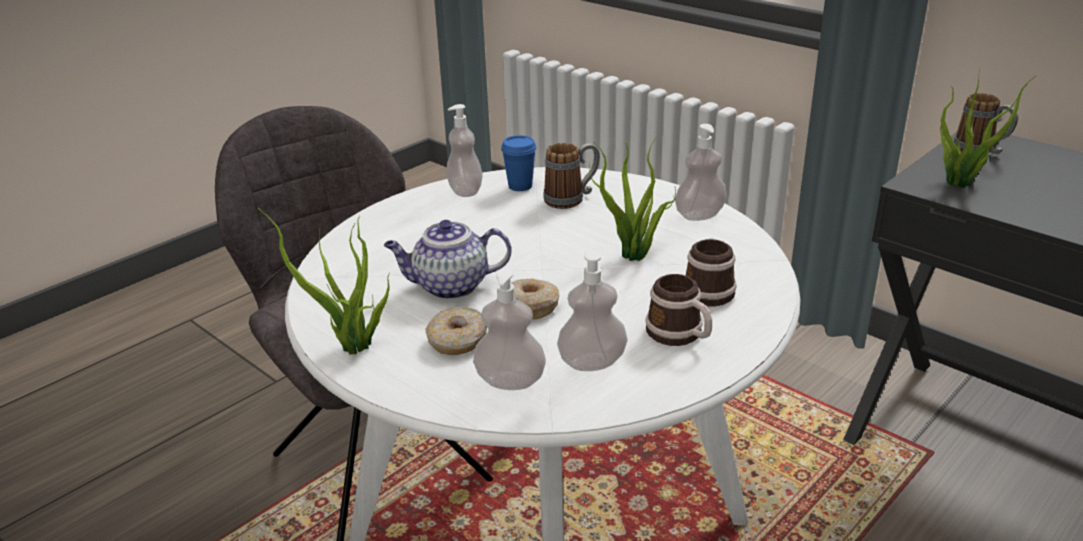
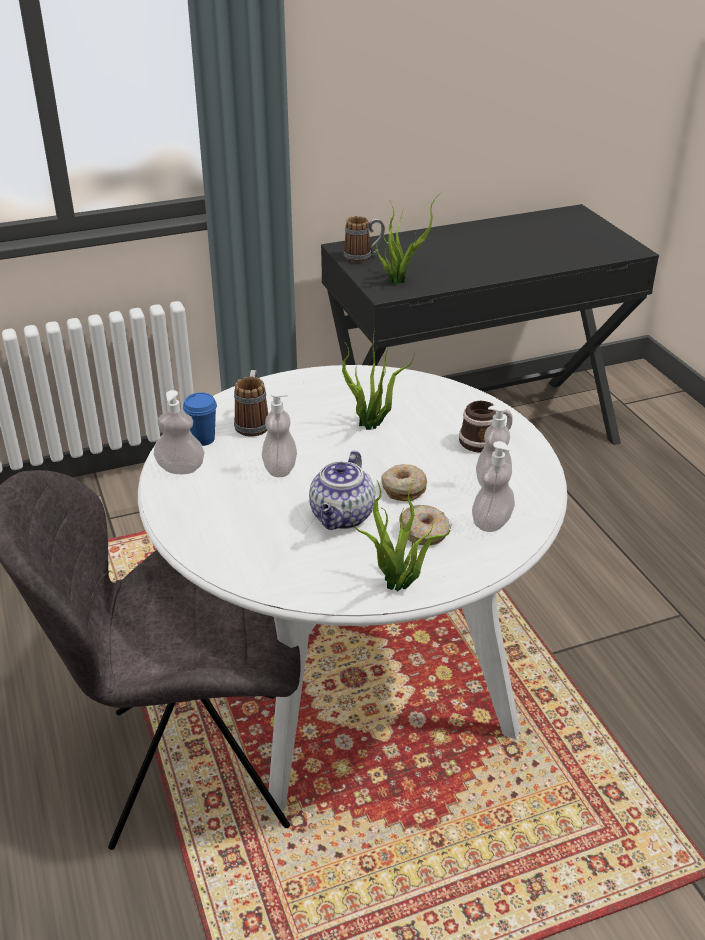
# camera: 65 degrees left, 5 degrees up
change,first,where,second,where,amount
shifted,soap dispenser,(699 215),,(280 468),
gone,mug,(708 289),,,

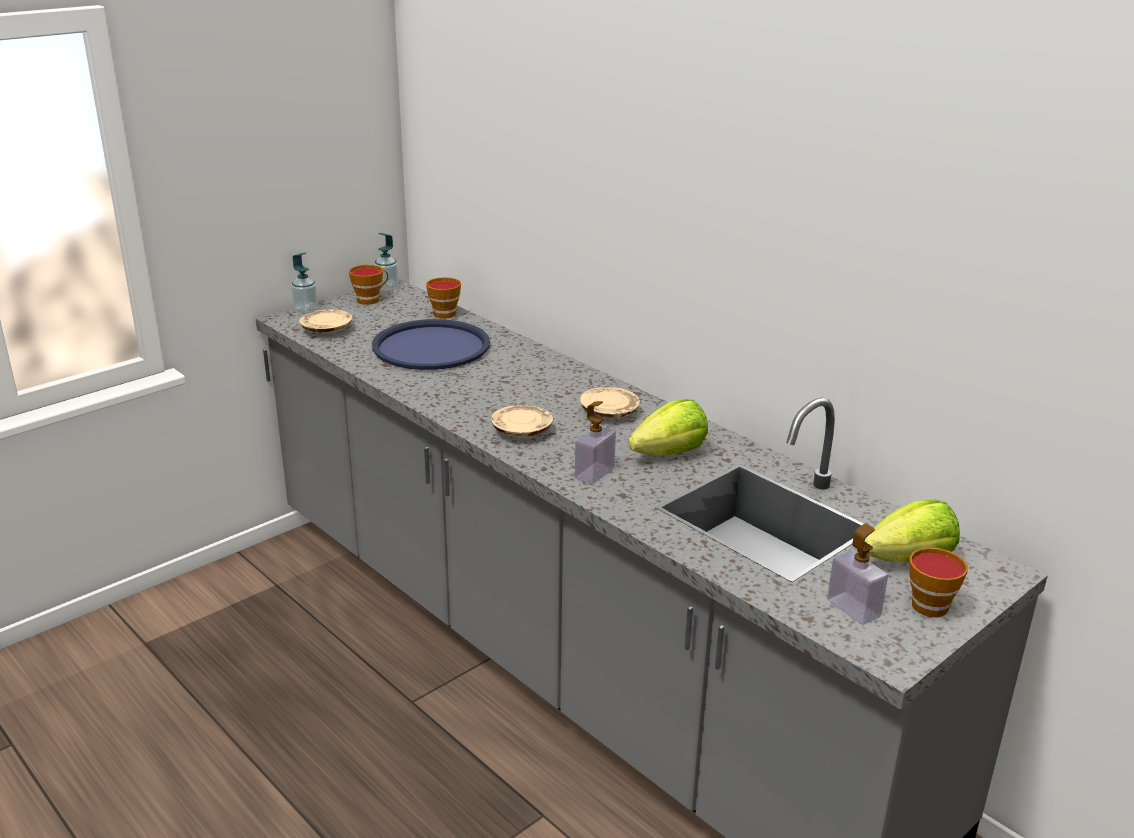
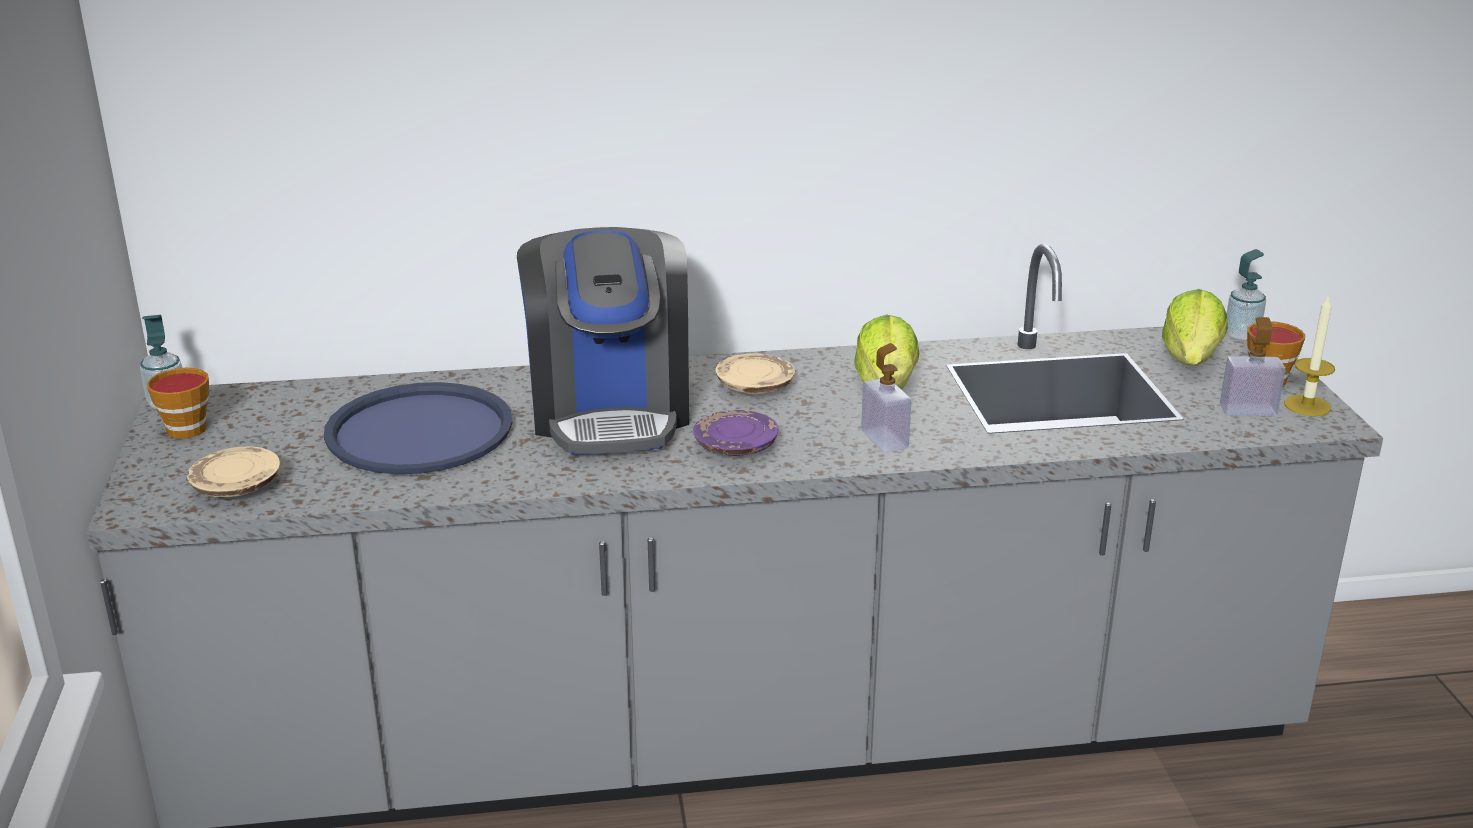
# camera: 55 degrees left, 0 degrees up
change,first,where,second,where,amount
new,,,coffee machine,(610 411),
repainted,plate in beige,(521 431),plate in purple,(735 447),
shifted,soap dispenser,(306 310),,(1241 336),
new,,,candle,(1307 405),
gone,cup,(445 313),,,

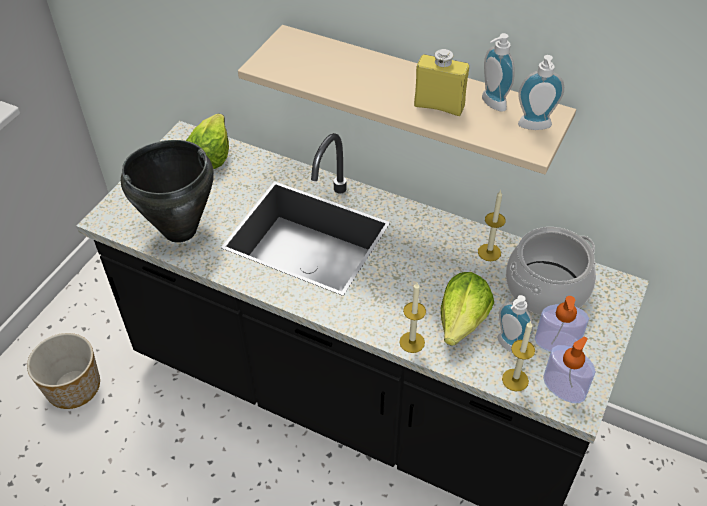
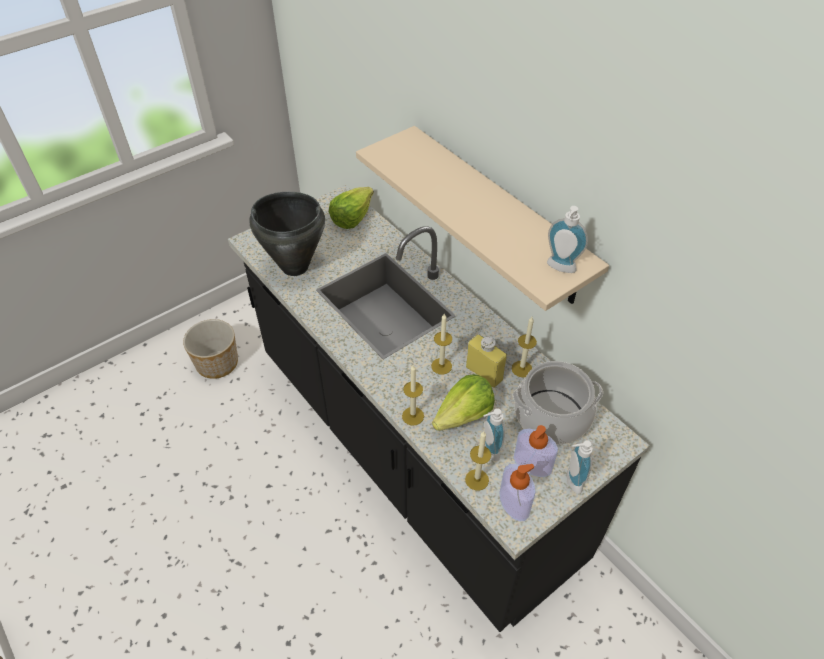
# camera: 25 degrees right, 0 degrees up
change,first,where,second,where,amount
new,,,candle,(441 366),
shifted,bottle in yellow,(439 106),,(484 373),
shifted,soap dispenser,(490 104),,(571 481),

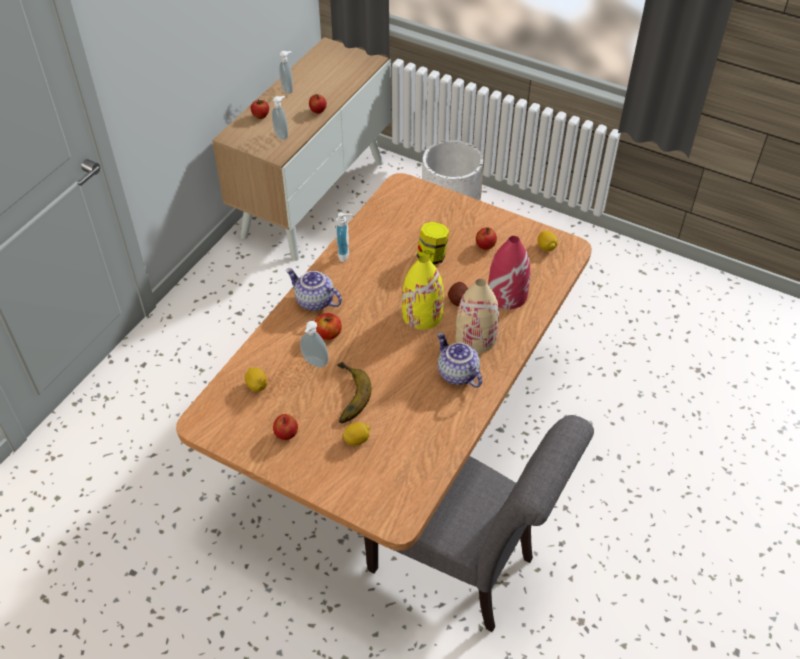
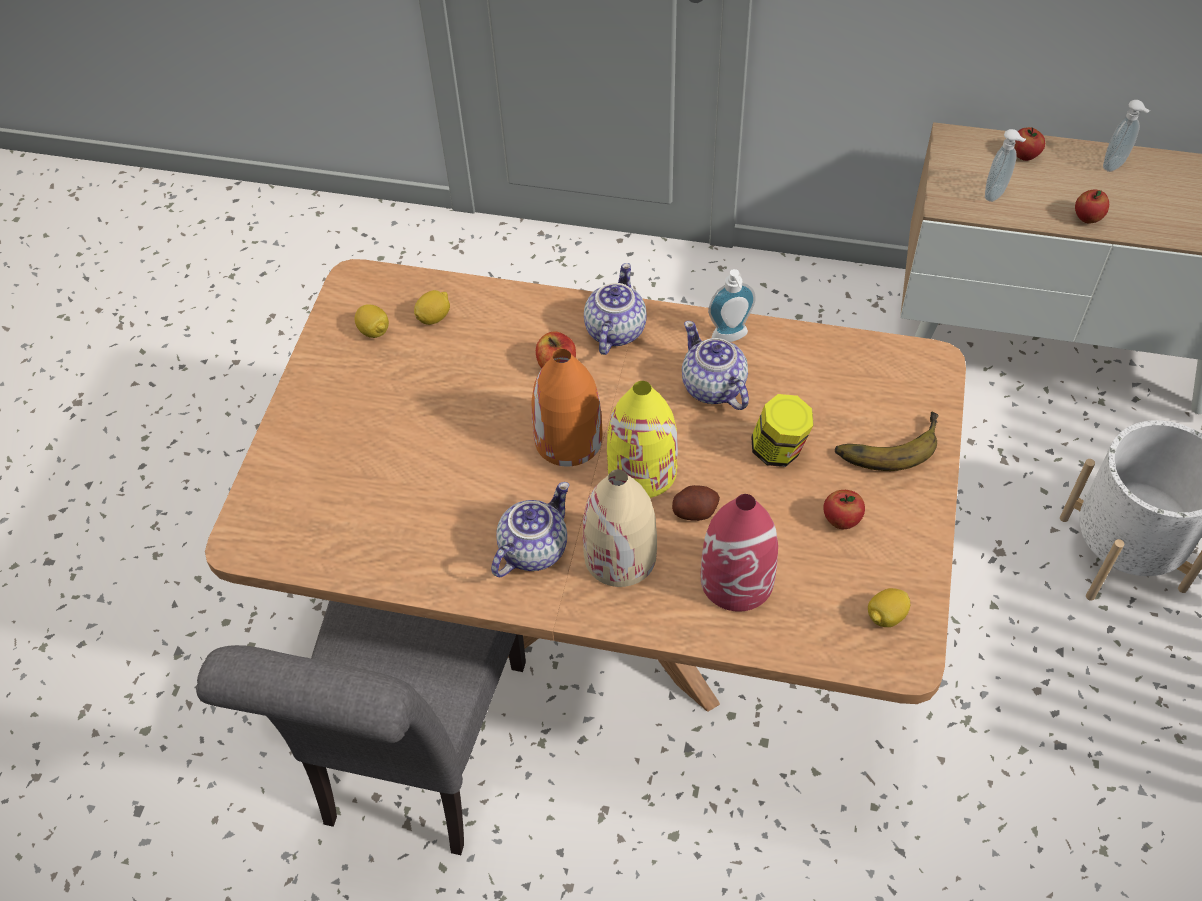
# camera: 75 degrees right, 5 degrees up
change,first,where,second,where,amount
shifted,lemon,(357 440),,(374 331),
new,,,vase in orange,(568 440),
new,,,teapot,(713 387),
shifted,banana,(345 396),,(886 442),
gone,apple,(286 434),,,
gone,soap dispenser,(314 363),,,

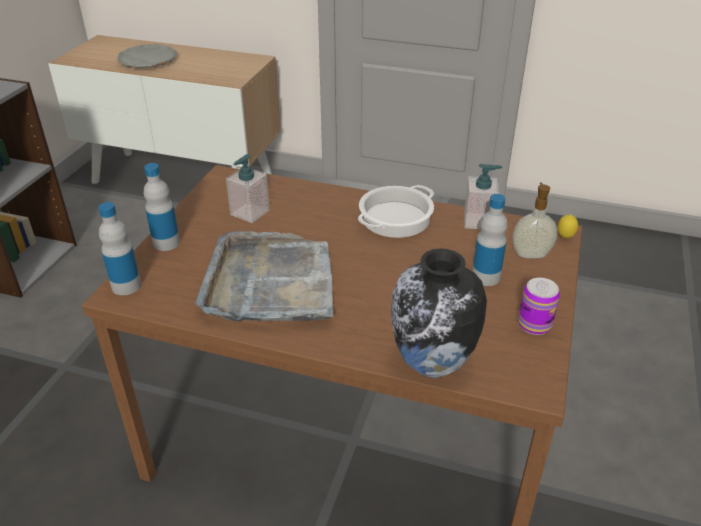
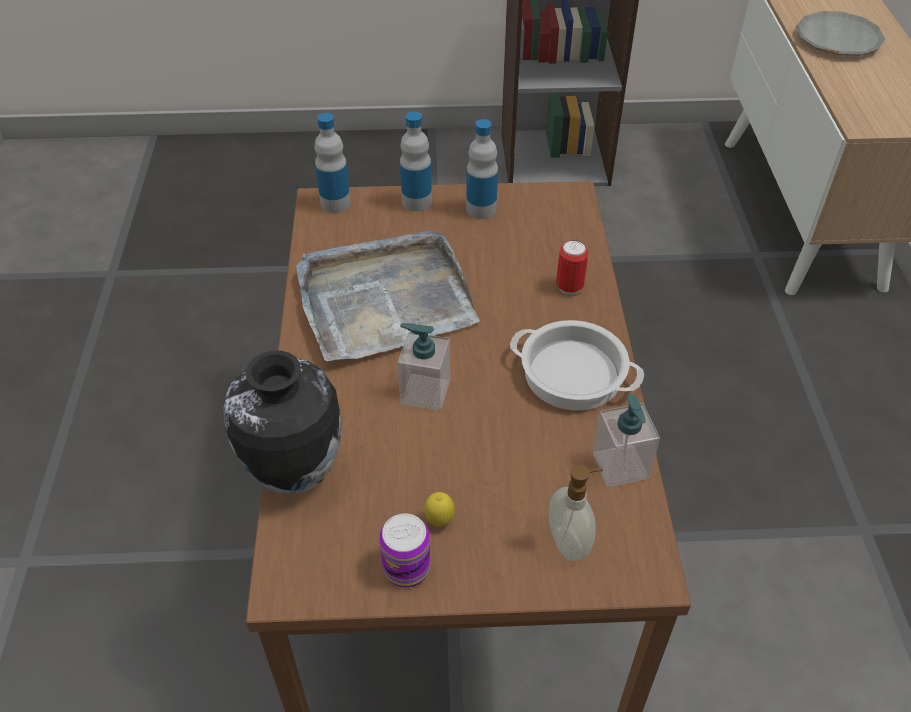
# camera: 70 degrees right, 10 degrees up
change,first,where,second,where,amount
shifted,soap dispenser,(249 212),,(425 392),
shifted,lemon,(565 238),,(439 521),
shifted,bottle,(486 277),,(481 209),
new,,,can,(569 287),

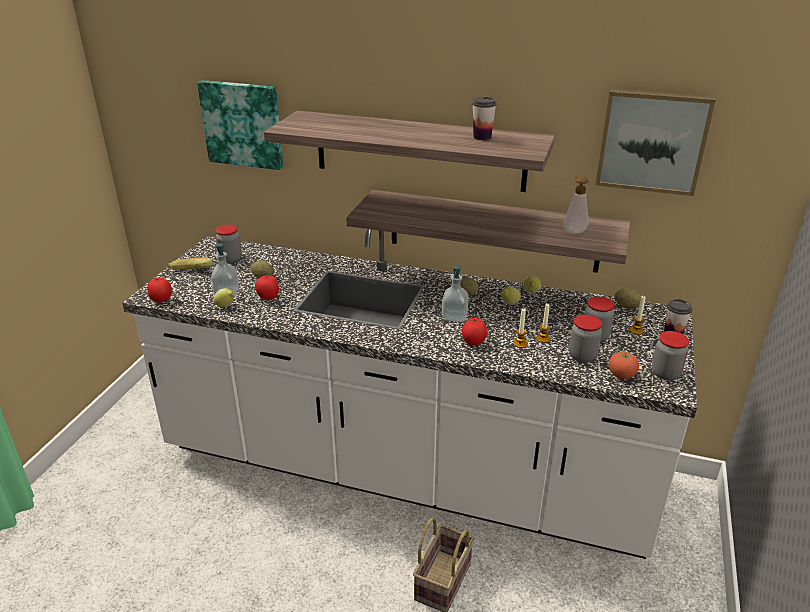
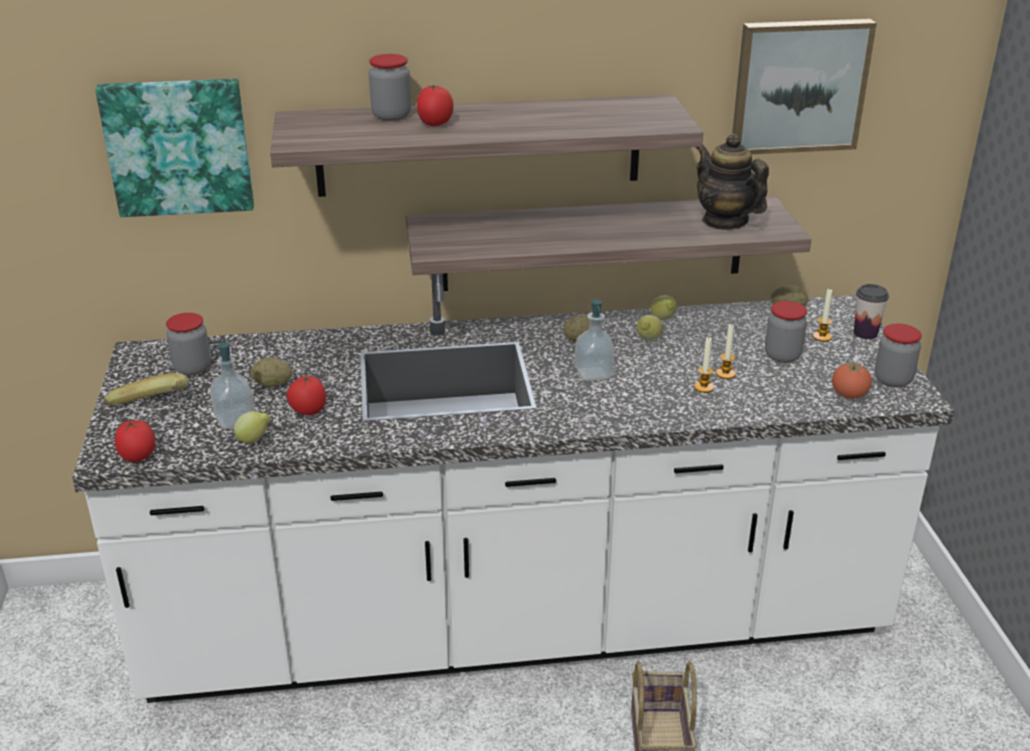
# camera: 25 degrees left, 0 degrees up
change,first,where,second,where,amount
shifted,jar,(582 356),,(391 116),
shifted,tomato,(473 342),,(435 124),
swapped,soap dispenser,(574 231),teapot,(725 221),
gone,cup,(482 137),,,

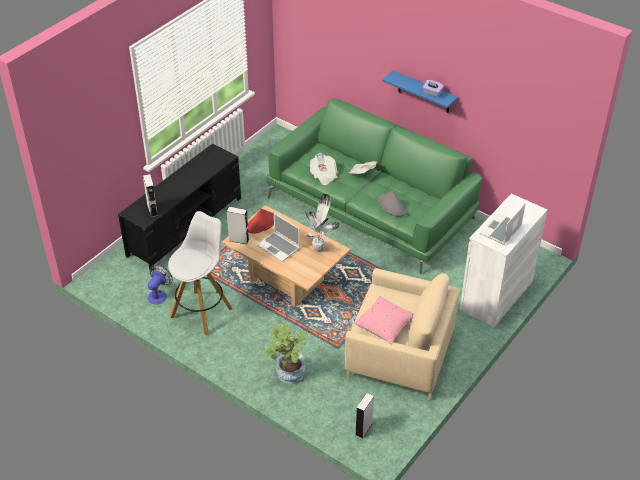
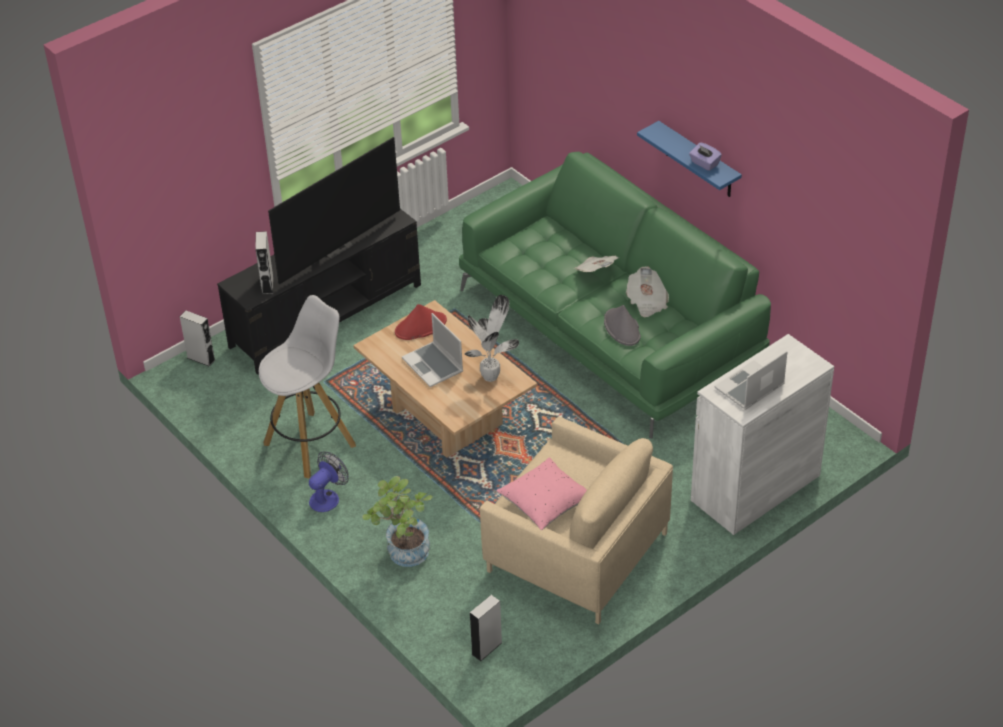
# camera: 15 degrees right, 0 degrees up
change,first,where,second,where,amount
shifted,speaker in grey,(238 240),,(201 359),
new,,,television,(335 247),
shifted,fan,(159 294),,(328 497),
shifted,newspaper,(323 175),,(647 302),

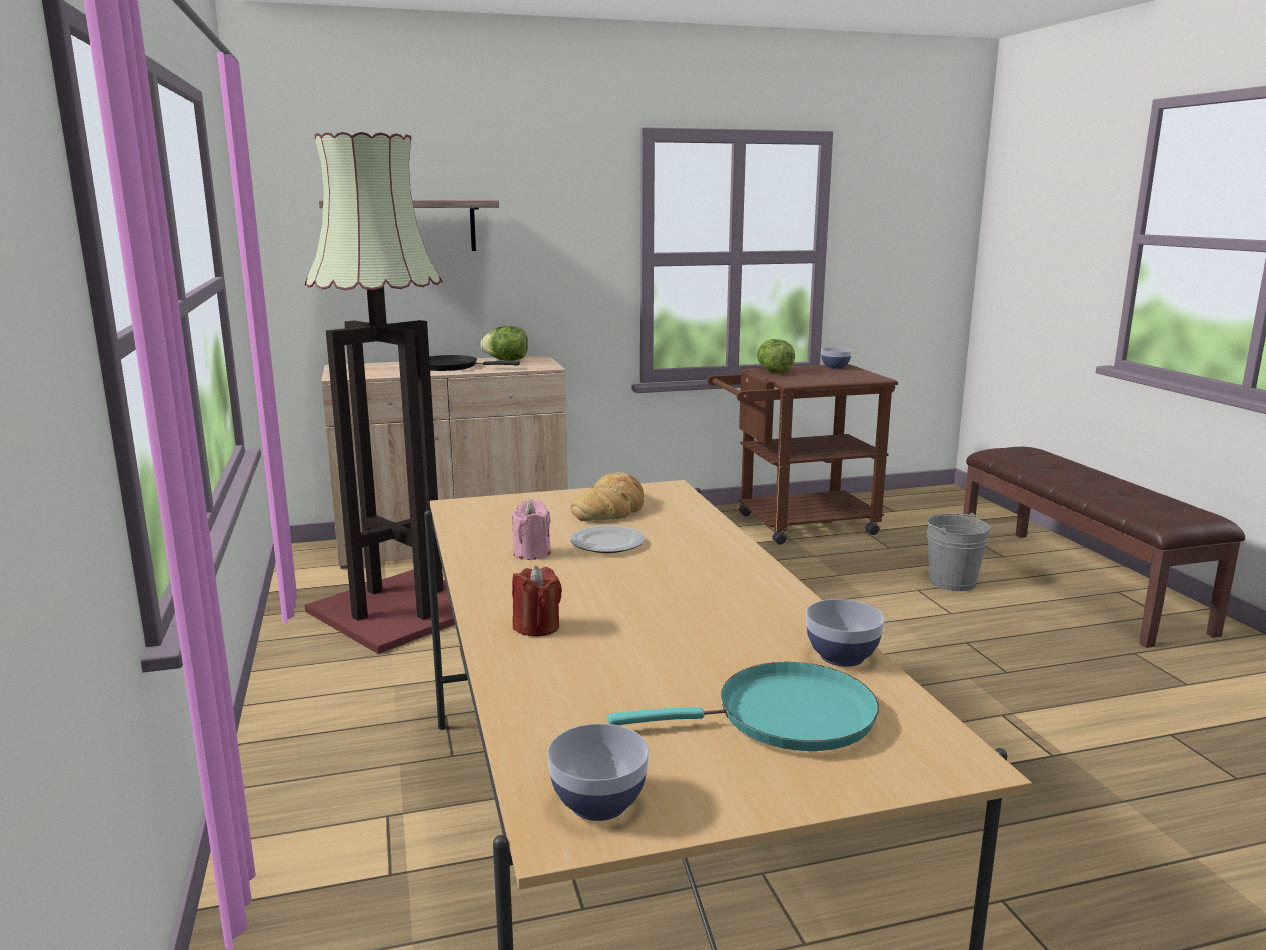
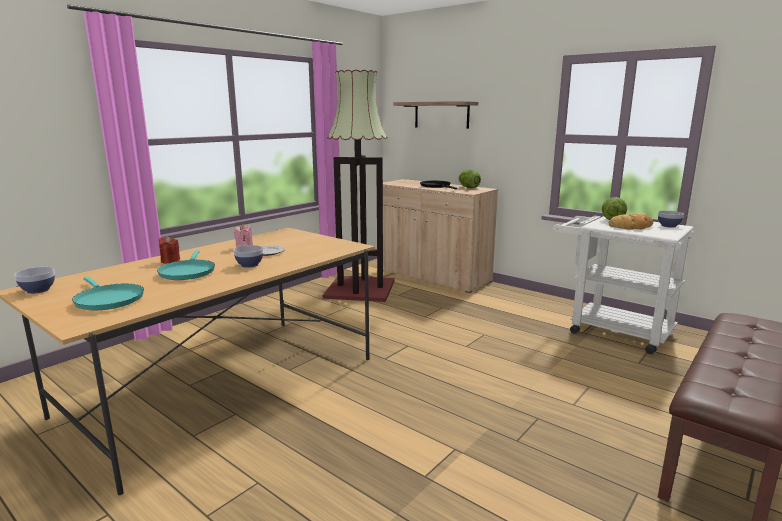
# camera: 55 degrees right, 0 degrees up
change,first,where,second,where,amount
new,,,frying pan in turquoise,(187 272),
shifted,bowl,(842 656),,(249 265),
repainted,cart in brown,(795 525),cart in white,(610 329),
shifted,bread,(611 507),,(632 226),
gone,bucket in grey,(952 582),,,

